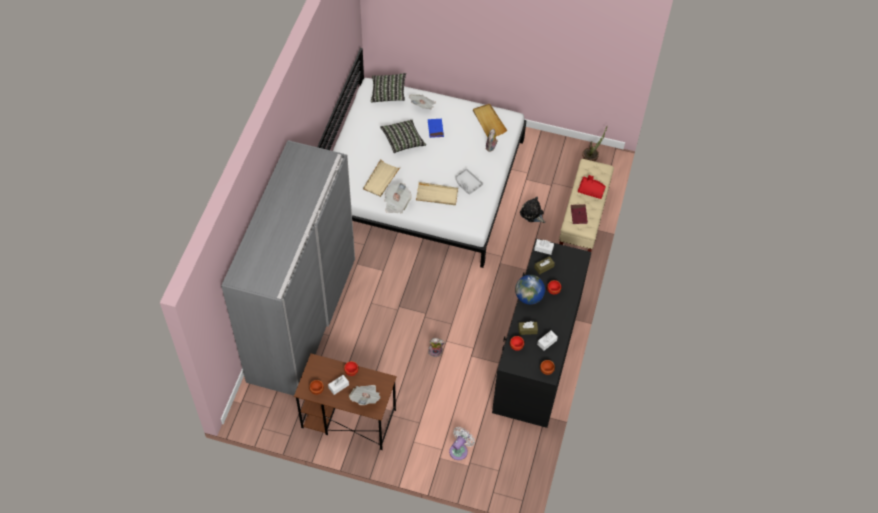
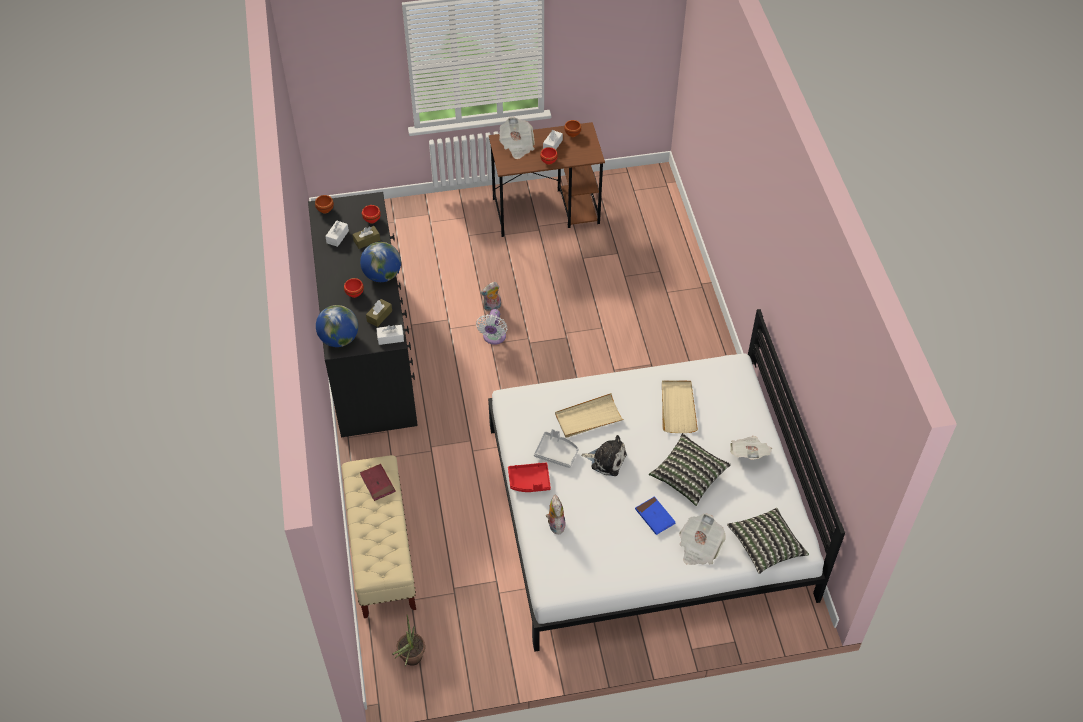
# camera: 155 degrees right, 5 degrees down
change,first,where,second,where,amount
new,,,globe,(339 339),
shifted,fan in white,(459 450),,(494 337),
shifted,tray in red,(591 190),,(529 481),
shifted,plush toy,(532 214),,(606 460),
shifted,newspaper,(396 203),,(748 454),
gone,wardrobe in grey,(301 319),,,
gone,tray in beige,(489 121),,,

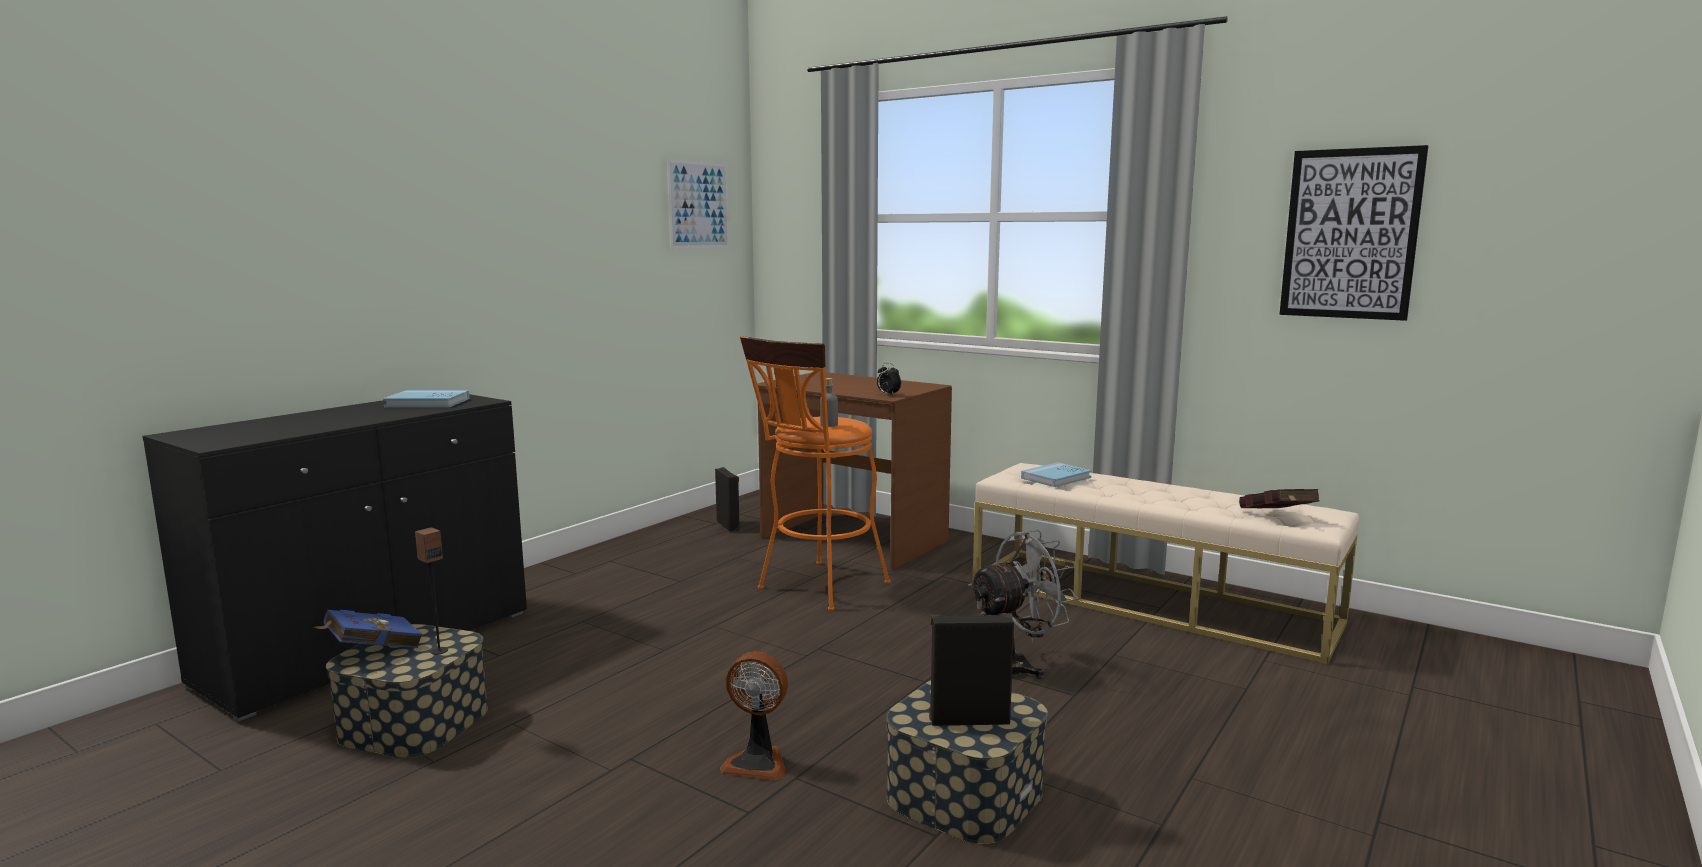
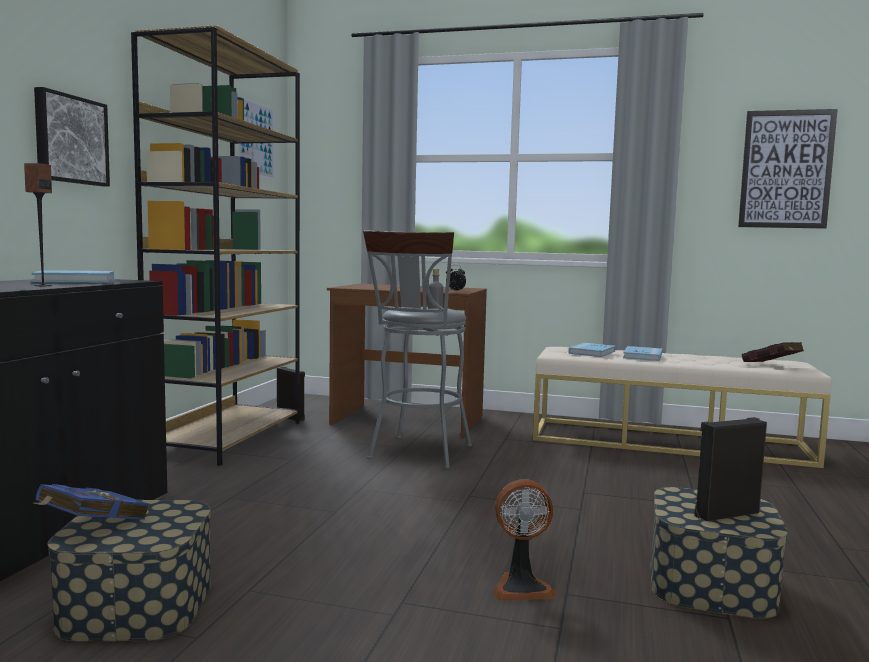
# camera: 20 degrees left, 5 degrees down
change,first,where,second,where,amount
shifted,speaker,(439 651),,(42 285),
new,,,picture,(70 140),
new,,,bookcase in brown,(228 438),
repainted,stool in orange,(817 588),stool in grey,(418 454),
new,,,book in blue,(642 356),
gone,fan in grey,(1015 665),,,

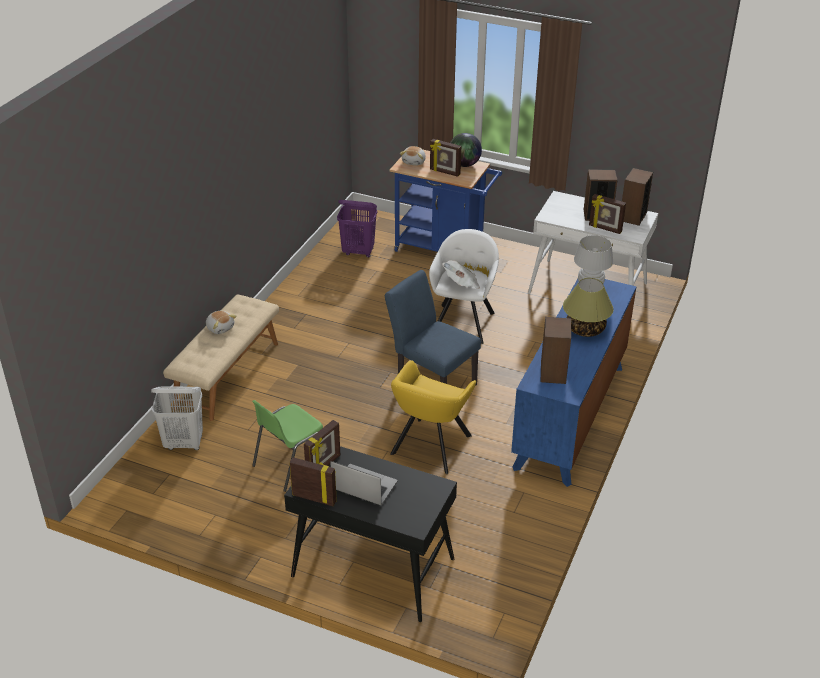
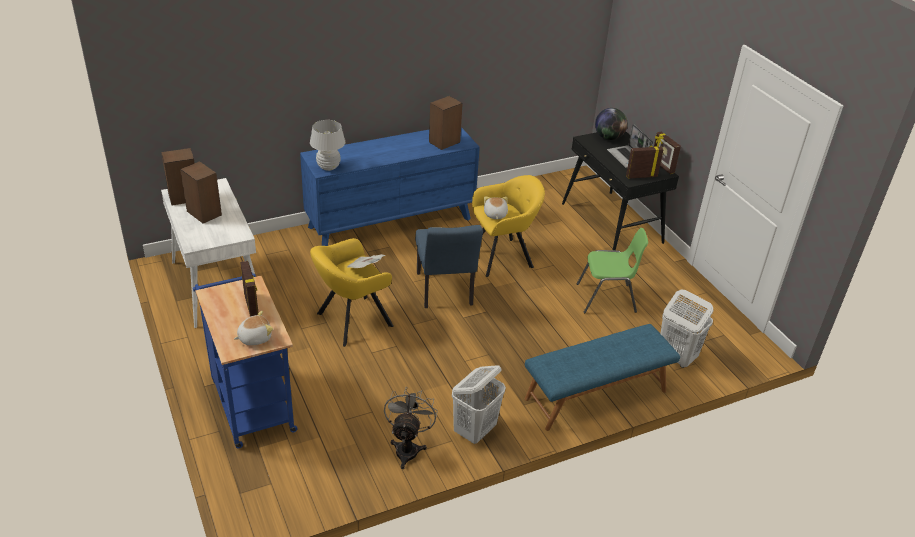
# camera: 140 degrees left, 0 degrees up
change,first,where,second,where,amount
repainted,armchair in white,(463 321),armchair in yellow,(351 321),
new,,,fan in grey,(408 448),
new,,,laundry basket in white,(475 431),
shifted,plush toy,(220 328),,(495 214),
repainted,bench in beige,(227 374),bench in blue,(596 395),
shifted,globe,(464 164),,(608 137),
gone,laundry basket in purple,(358 252),,,
gone,table lamp,(585 329),,,
gone,picture frame,(605 229),,,

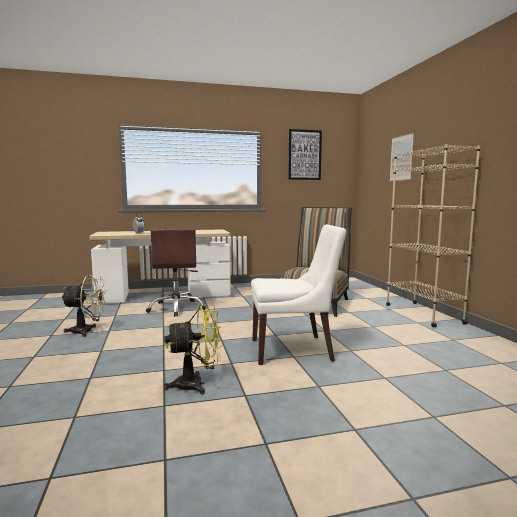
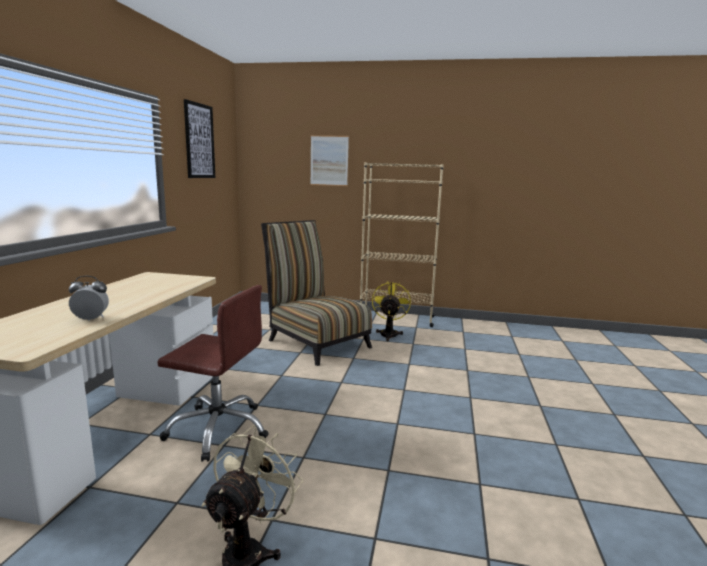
# camera: 65 degrees left, 5 degrees up
change,first,where,second,where,amount
shifted,fan in yellow,(196 384),,(389 333),
gone,chair in white,(294 350),,,

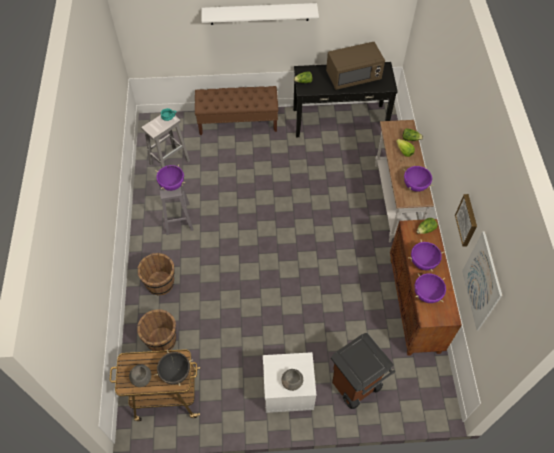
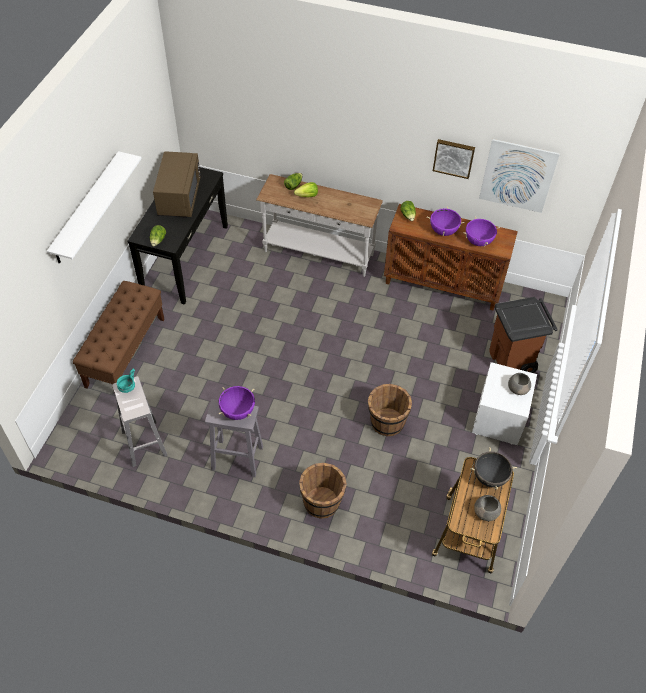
# camera: 70 degrees left, 5 degrees down
change,first,where,second,where,amount
shifted,bucket in brown,(161 339),,(386 422),
gone,cooking pot in purple,(415 186),,,

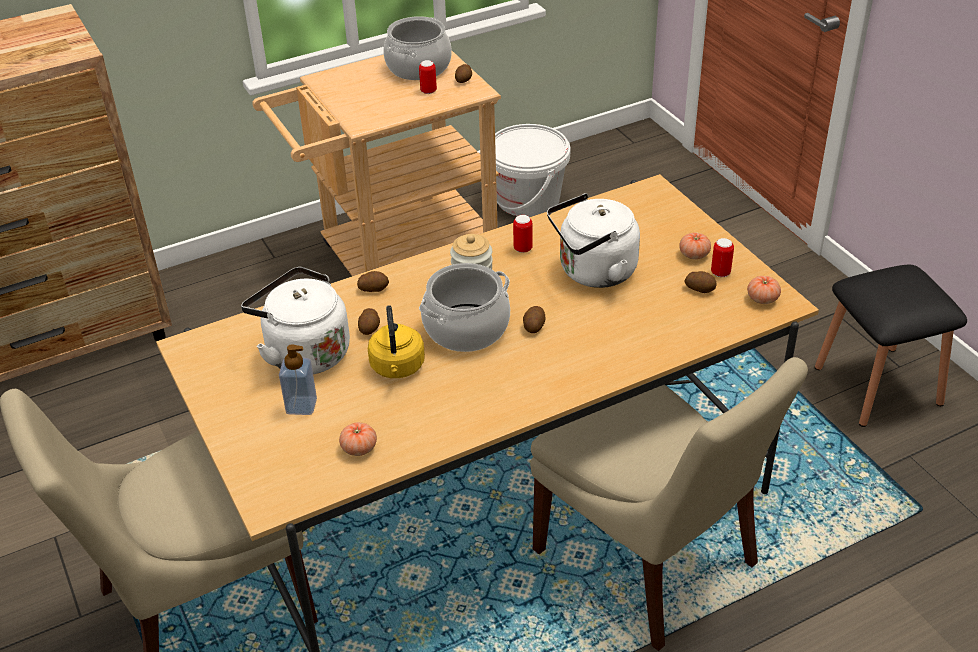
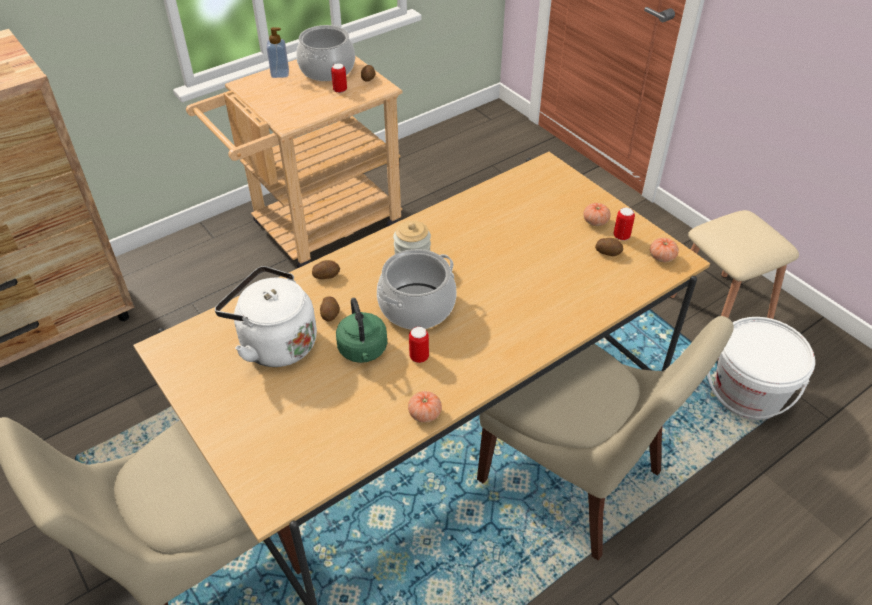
# camera: 10 degrees left, 5 degrees up
change,first,where,second,where,amount
shifted,soap dispenser,(301 406),,(280 74),
repainted,kettle in yellow,(397 368),kettle in green,(363 351),
shifted,tomato,(359 448),,(425 414),
shifted,can,(523 248),,(419 357),
repainted,stool in black,(877 385),stool in beige,(720 307),
shifted,bucket in white,(528 200),,(747 393),
gone,potato,(533 326),,,
gone,kettle in white,(593 272),,,

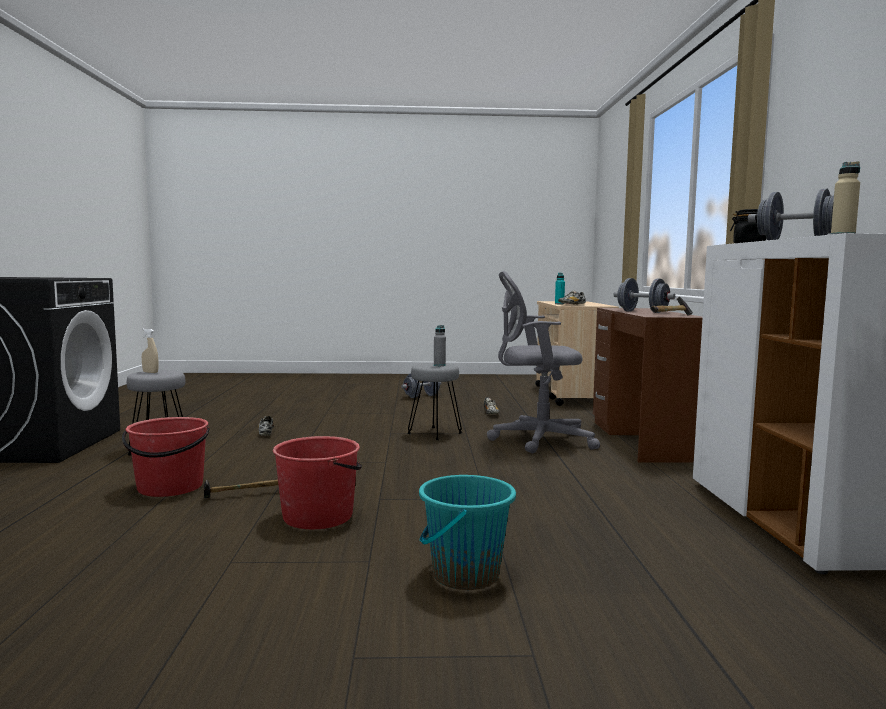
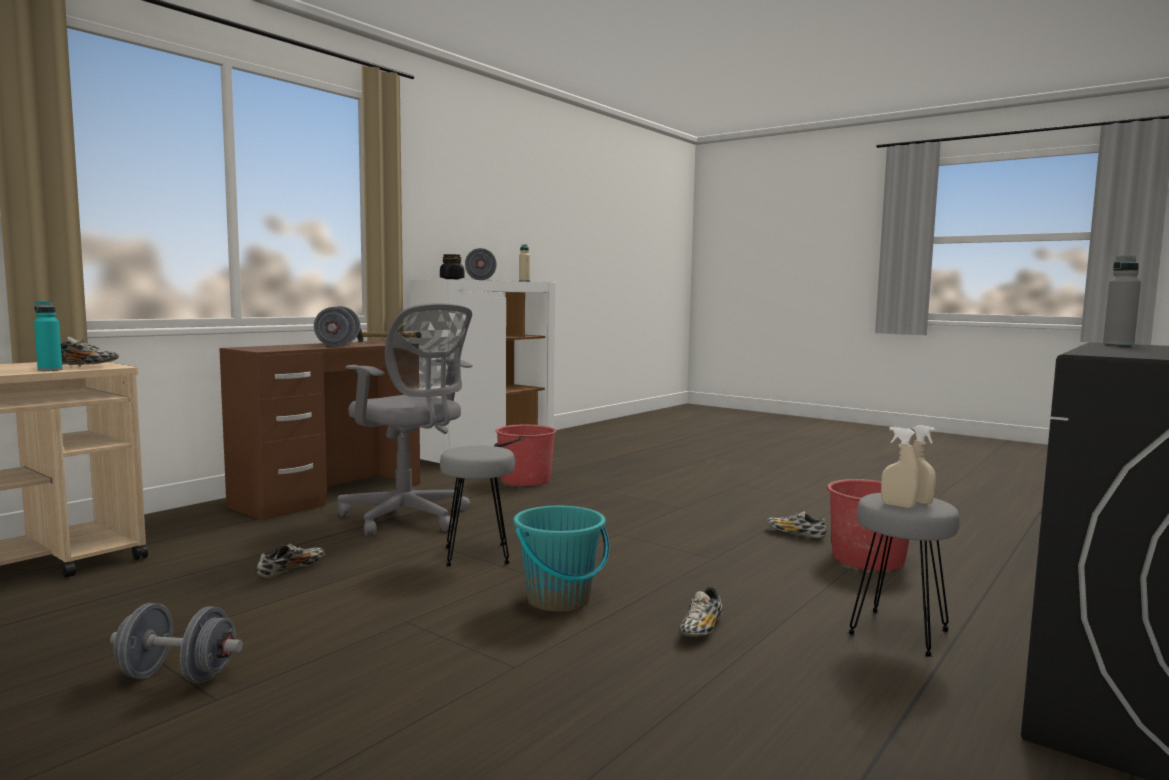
# camera: 140 degrees left, 0 degrees up
change,first,where,second,where,amount
shifted,bucket in red,(319 516),,(524 480),
shifted,bucket in turquoise,(465 575),,(559 600),
swapped,hammer,(242 495),shoe,(795 534),
new,,,spray bottle in beige,(898 506),
shifted,bottle in grey,(439 365),,(1118 344),

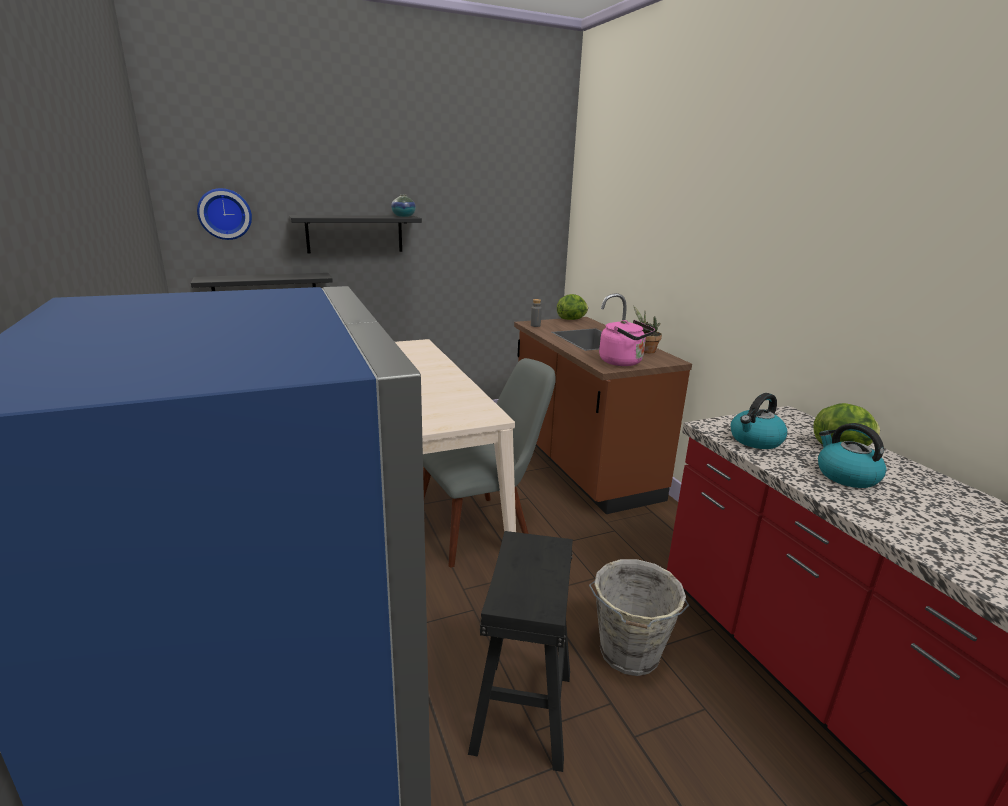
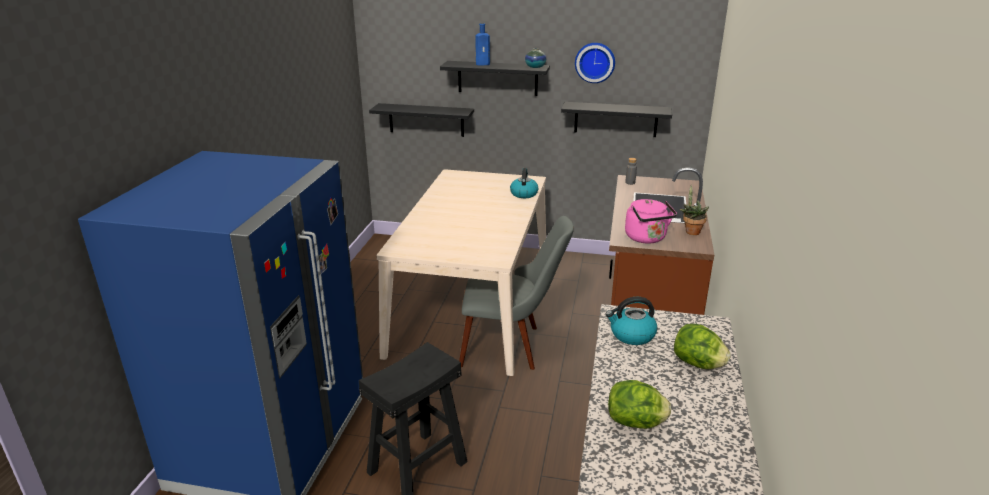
# camera: 35 degrees right, 5 degrees up
change,first,where,second,where,amount
new,,,bottle in blue,(483 64),
shifted,kettle,(845 476),,(523 194),
new,,,shelf in black,(615 119),
shifted,wall clock,(225 214),,(595 62),
shifted,lettuce,(572 319),,(635 423),
gone,bucket in grey,(629 654),,,

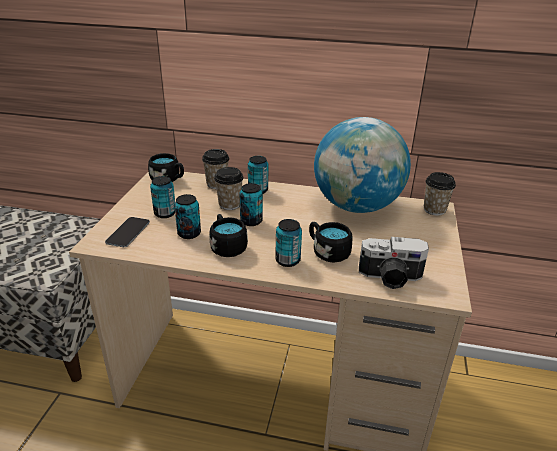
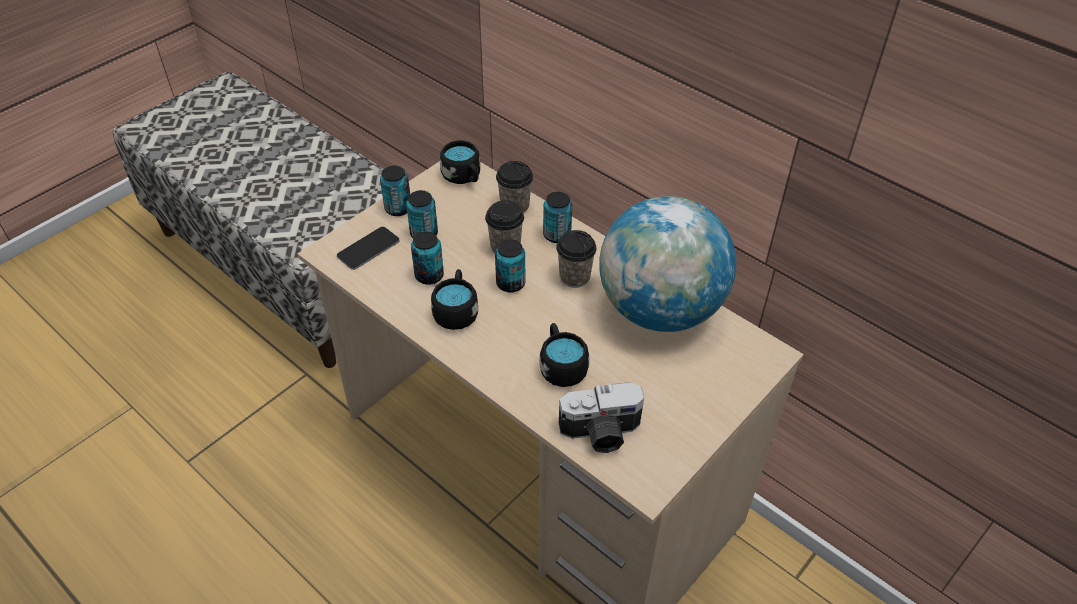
# camera: 30 degrees right, 15 degrees up
change,first,where,second,where,amount
shifted,can,(287 260),,(398 208),
shifted,cup,(434 210),,(574 277),
rotated,photo camera,(390 278),,(601 433),45 degrees counterclockwise

